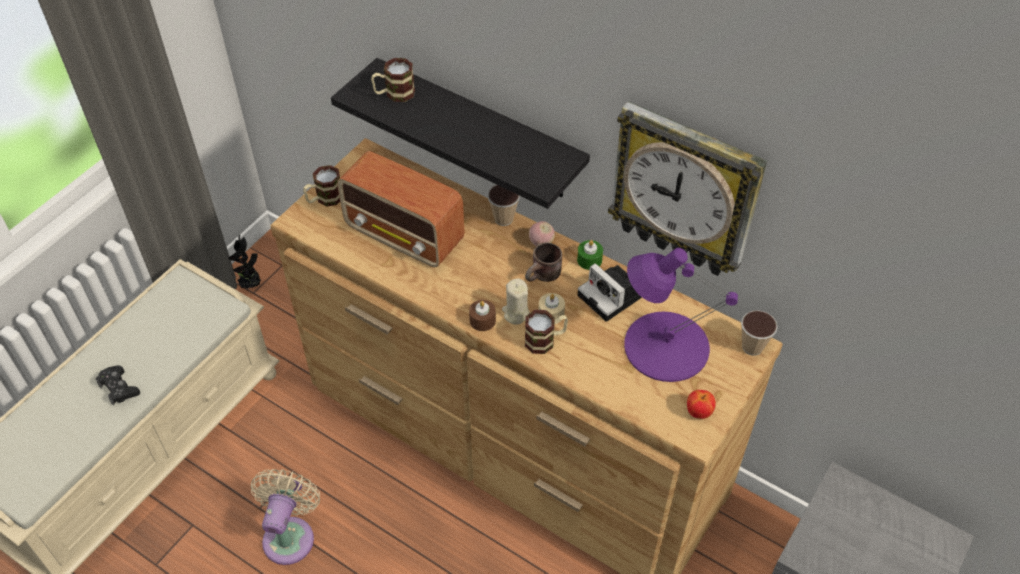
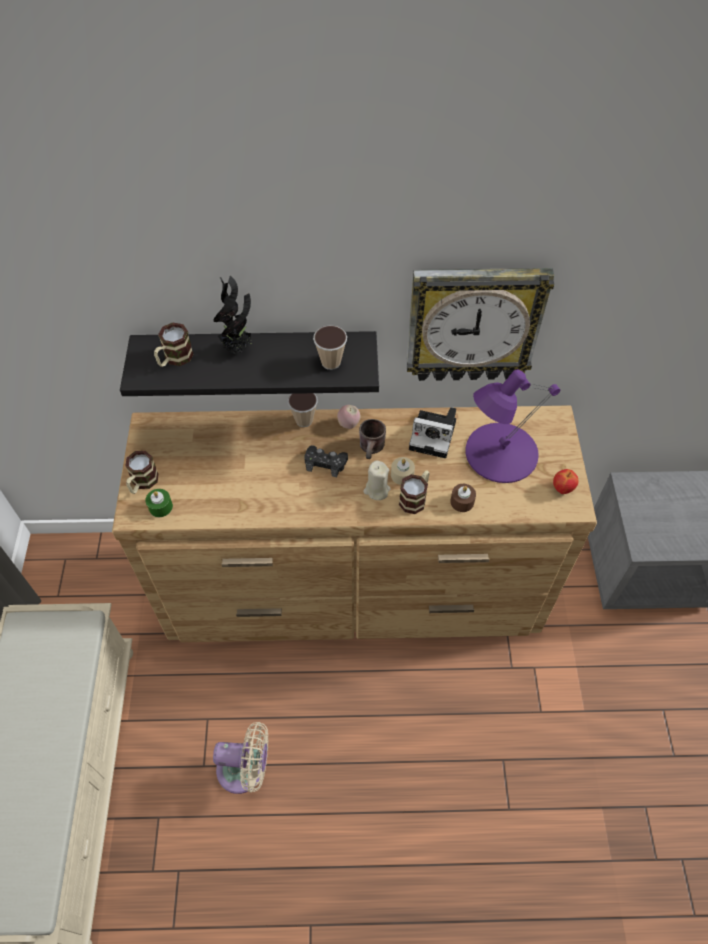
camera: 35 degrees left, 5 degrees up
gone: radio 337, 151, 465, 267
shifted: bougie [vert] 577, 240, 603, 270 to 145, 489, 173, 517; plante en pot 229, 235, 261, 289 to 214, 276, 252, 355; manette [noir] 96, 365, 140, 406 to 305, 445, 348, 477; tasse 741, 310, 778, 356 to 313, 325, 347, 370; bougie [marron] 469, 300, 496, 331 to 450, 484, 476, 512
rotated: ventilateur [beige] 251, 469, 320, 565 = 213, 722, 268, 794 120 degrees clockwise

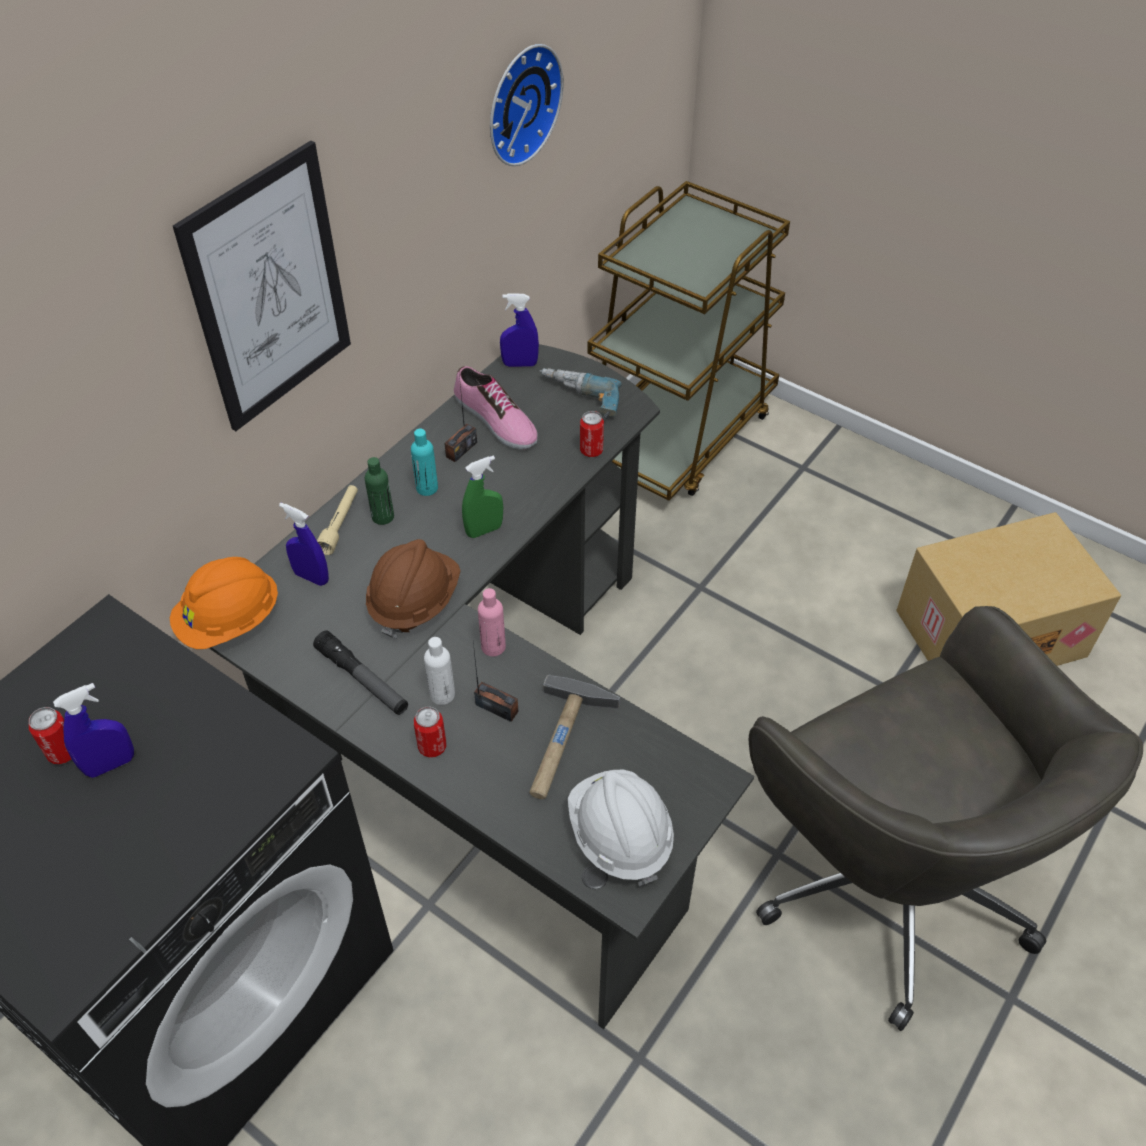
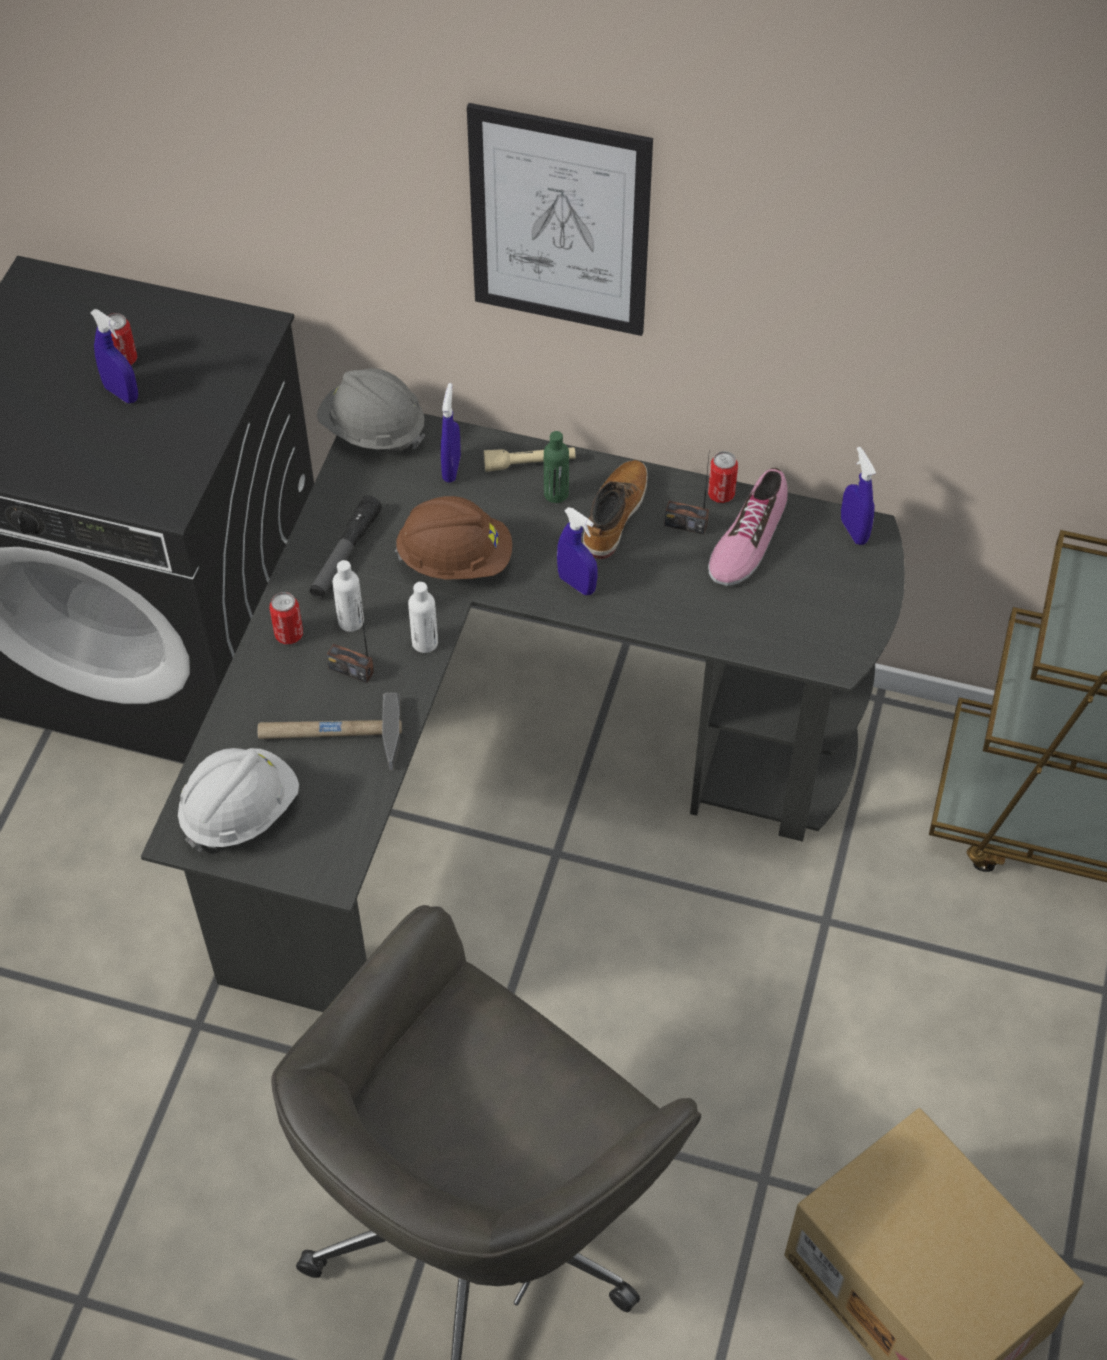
camera: 70 degrees right, 5 degrees up
gone: horloge murale 490, 44, 564, 166; perceuse 540, 368, 622, 420
shifted: boîte métallique 580, 411, 604, 457 to 708, 451, 738, 503
swapped: bouteille [turquoise] 411, 429, 438, 496 to botte 583, 460, 648, 559
repainted: casque de chantier [orange] 170, 557, 278, 649 to casque de chantier [gris] 317, 368, 425, 451; bouteille [rose] 478, 588, 506, 656 to bouteille [blanc] 408, 582, 438, 653; vaporisateur [vert] 462, 455, 503, 538 to vaporisateur [bleu] 557, 507, 598, 595
rotated: radio 473, 642, 518, 722 = 327, 601, 374, 683 105 degrees clockwise

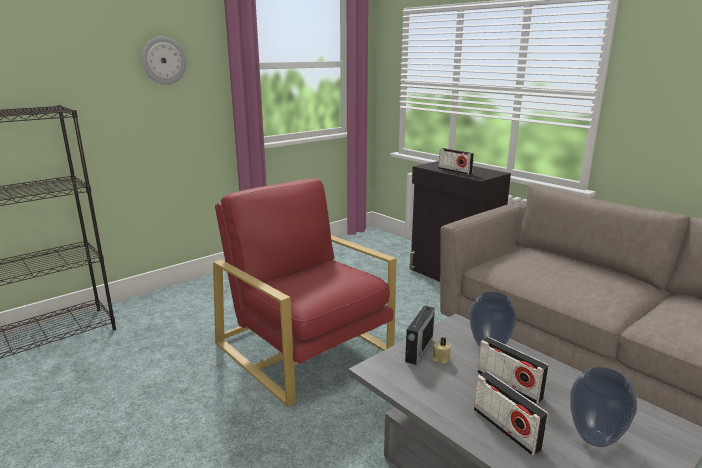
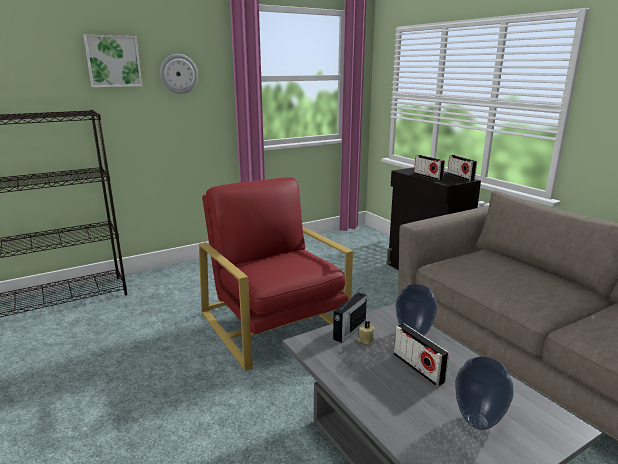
camera: 10 degrees right, 0 degrees up
new: tableau 83, 35, 142, 87
shifted: radio 474, 371, 548, 455 to 447, 155, 477, 181

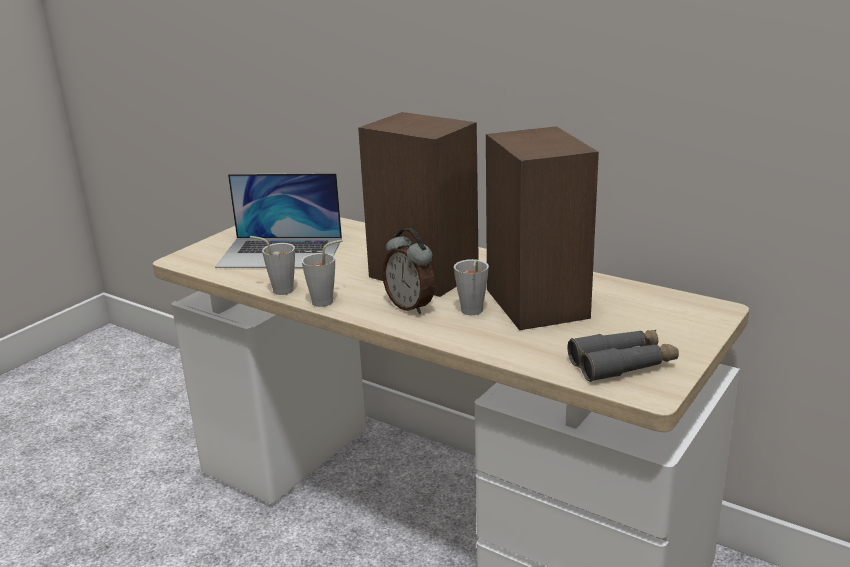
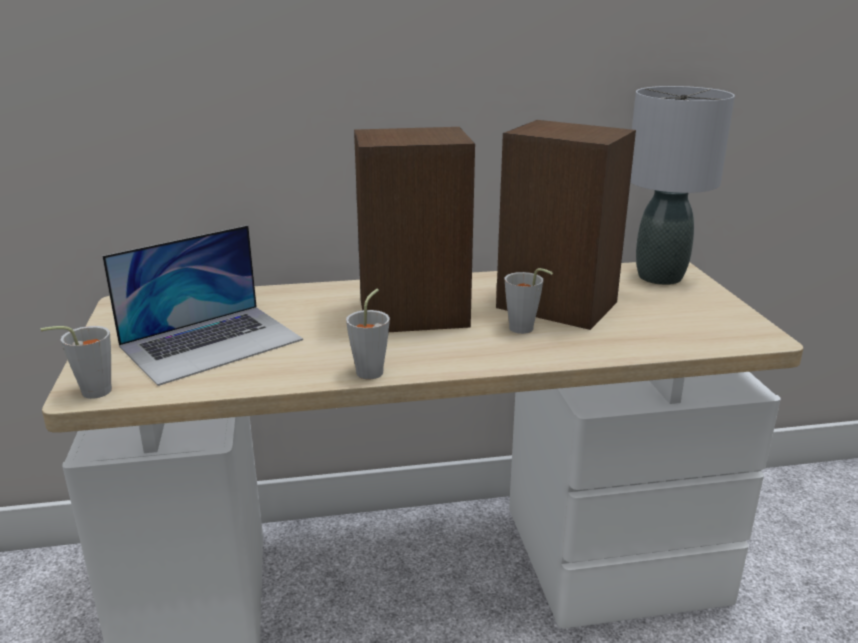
camera: 45 degrees left, 0 degrees up
gone: réveil 382, 228, 435, 314; jumelles [gris] 567, 330, 679, 382
new: lampe de table [gris] 630, 86, 735, 285
shifted: tasse [gris] 250, 236, 295, 295 to 40, 326, 112, 399

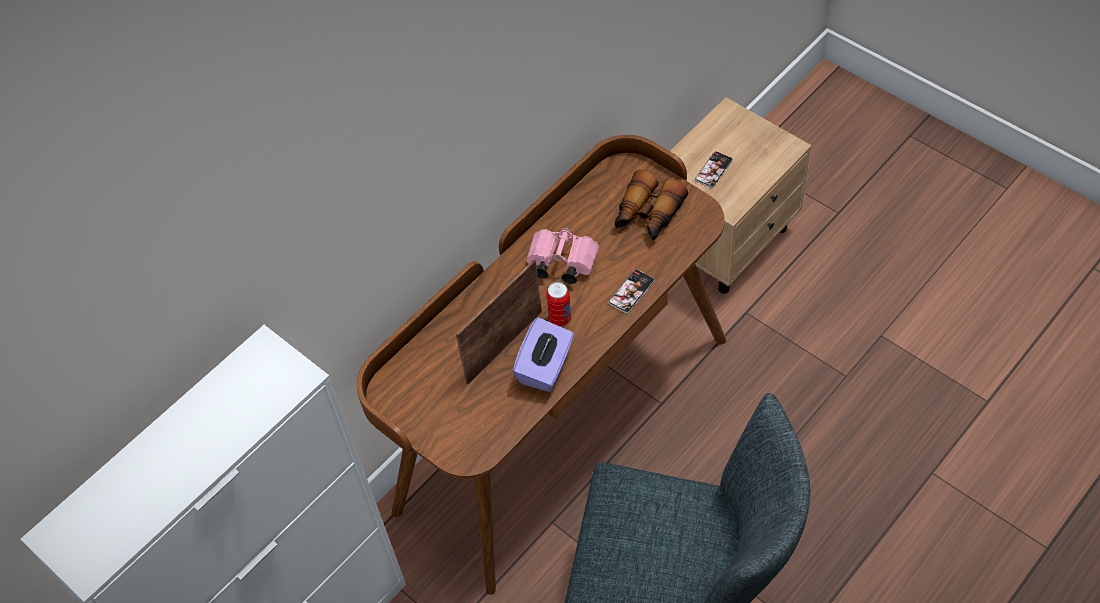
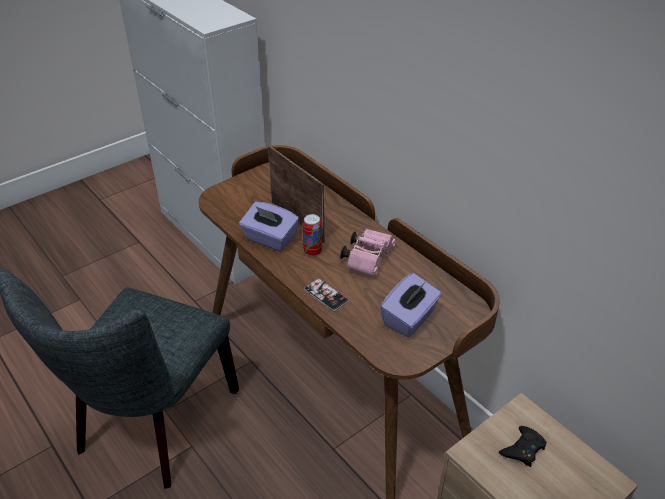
camera: 95 degrees right, 15 degrees down
swapped: jumelles 615, 170, 688, 240 to boîte à mouchoirs [violet] 380, 273, 442, 337; téléphone 695, 151, 733, 188 to manette [noir] 499, 426, 546, 467

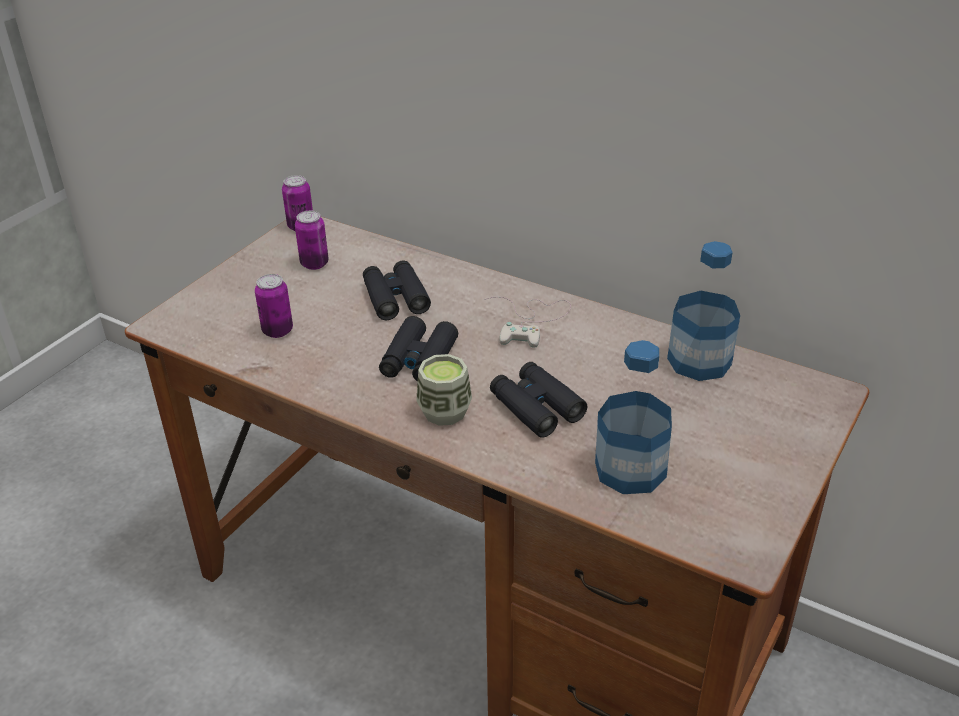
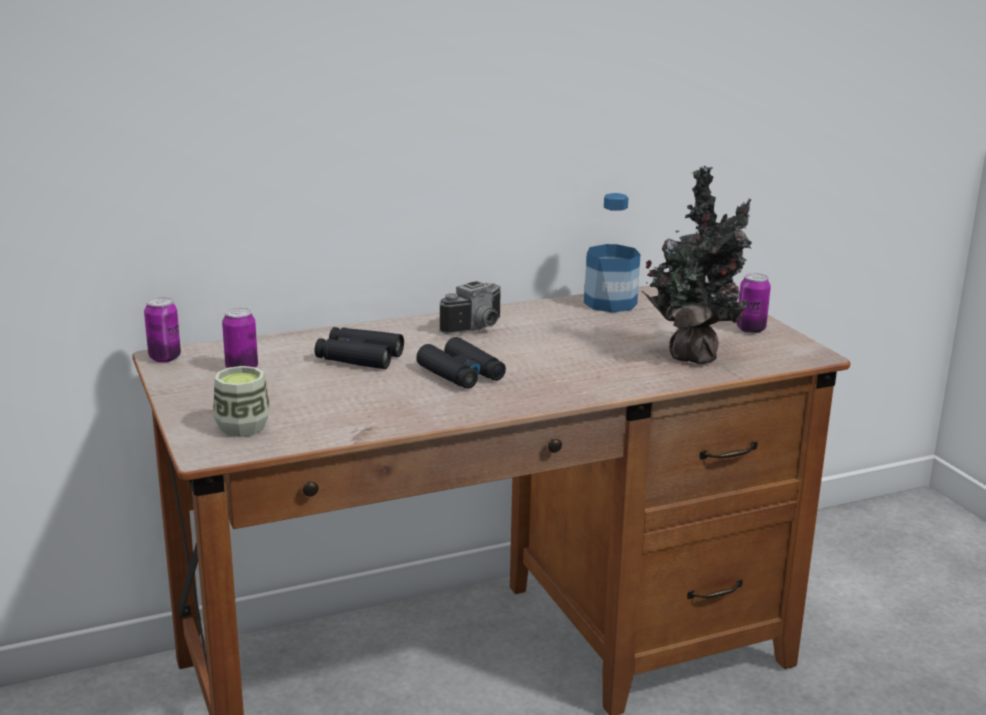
camera: 55 degrees left, 15 degrees down
gone: jumelles [noir] 490, 362, 587, 438
shifted: tasse 416, 354, 472, 426 to 213, 366, 270, 437; boîte métallique 255, 274, 293, 338 to 737, 273, 771, 333
swapped: manette [blanc] 484, 297, 571, 348 to appareil photo 439, 281, 501, 334; bouteille 595, 340, 672, 494 to plante en pot 641, 165, 752, 364

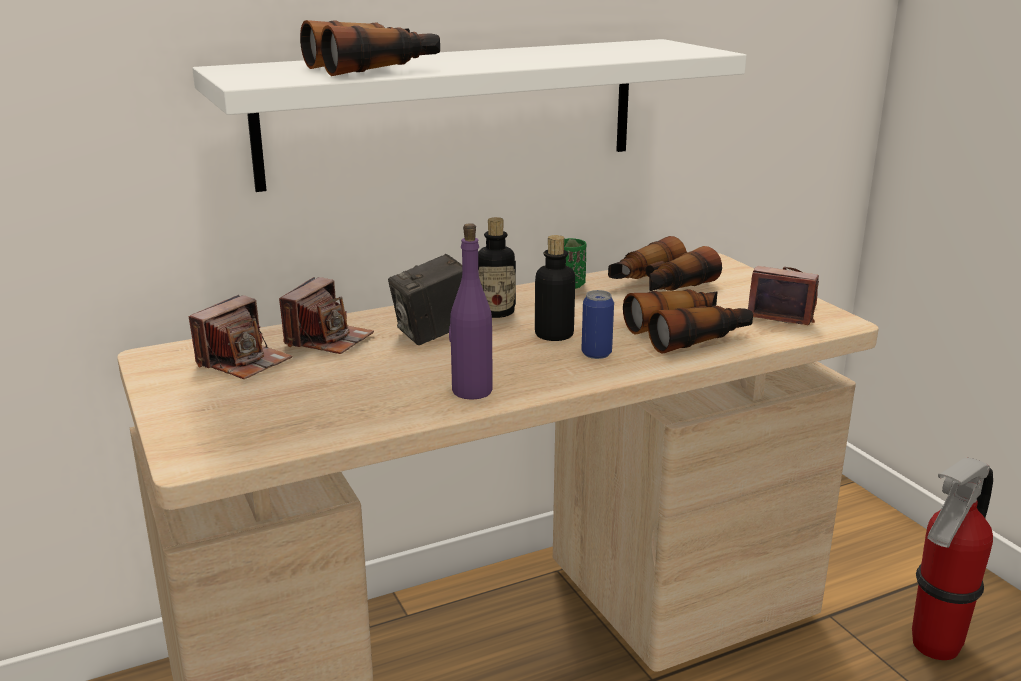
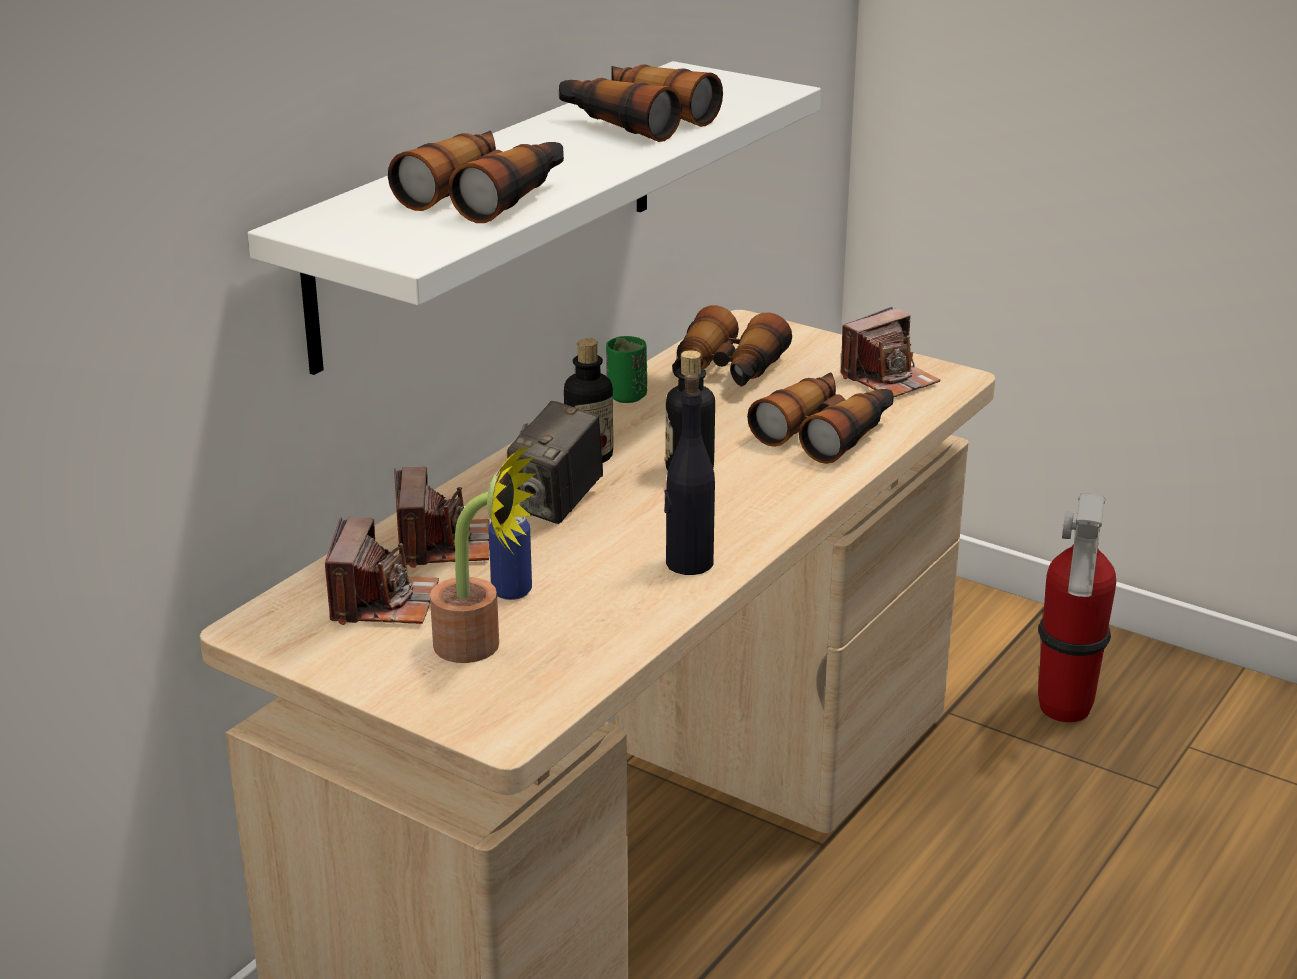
camera: 30 degrees left, 5 degrees up
new: plante en pot 430, 447, 536, 663; jumelles 559, 64, 723, 142
shifted: boîte métallique 582, 290, 614, 359 to 489, 516, 532, 600
repainted: bouteille [violet] 449, 223, 493, 400 to bouteille [noir] 664, 373, 715, 575
rotated: appareil photo 748, 266, 819, 325 = 840, 307, 941, 398 150 degrees clockwise

